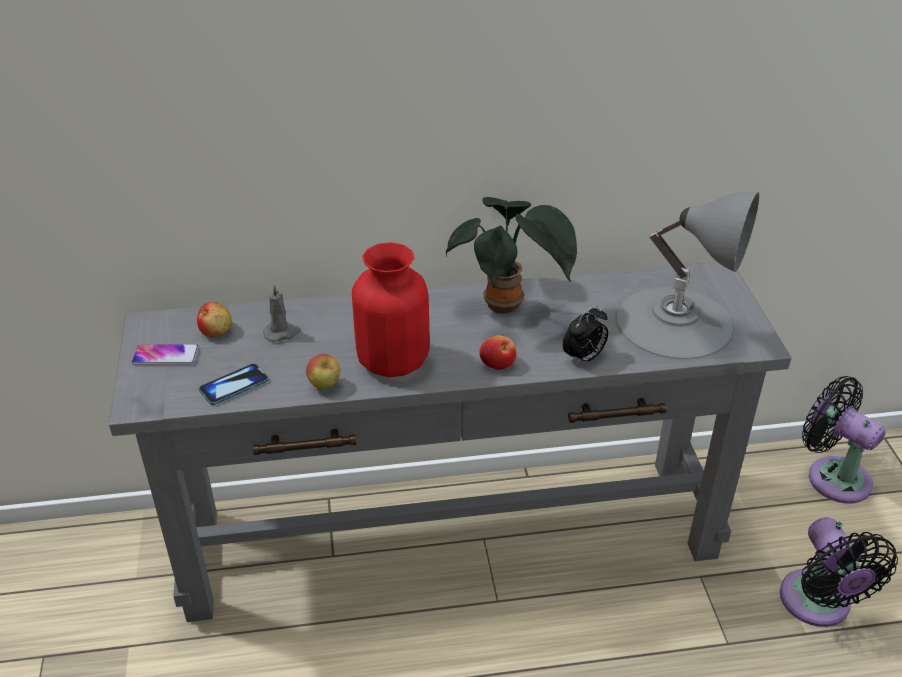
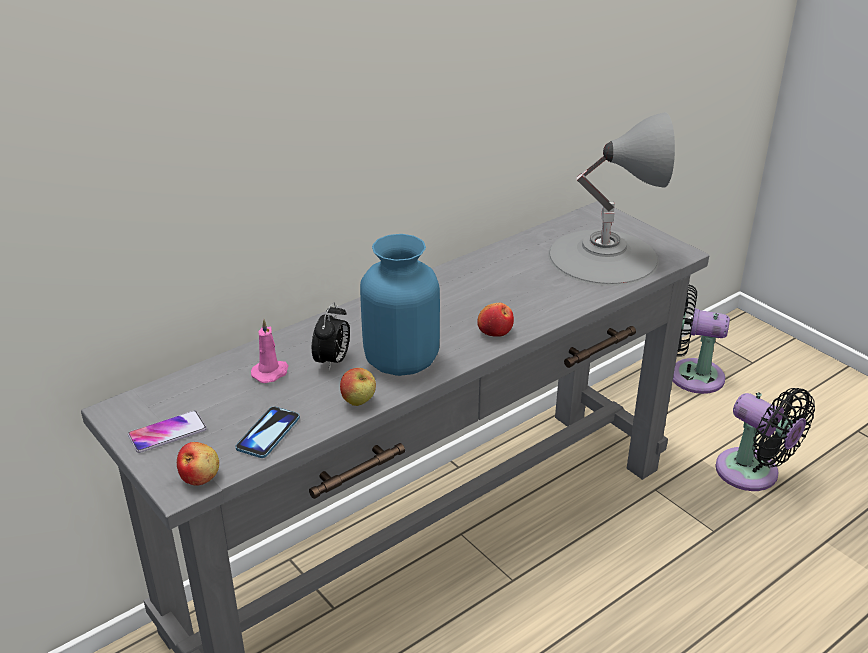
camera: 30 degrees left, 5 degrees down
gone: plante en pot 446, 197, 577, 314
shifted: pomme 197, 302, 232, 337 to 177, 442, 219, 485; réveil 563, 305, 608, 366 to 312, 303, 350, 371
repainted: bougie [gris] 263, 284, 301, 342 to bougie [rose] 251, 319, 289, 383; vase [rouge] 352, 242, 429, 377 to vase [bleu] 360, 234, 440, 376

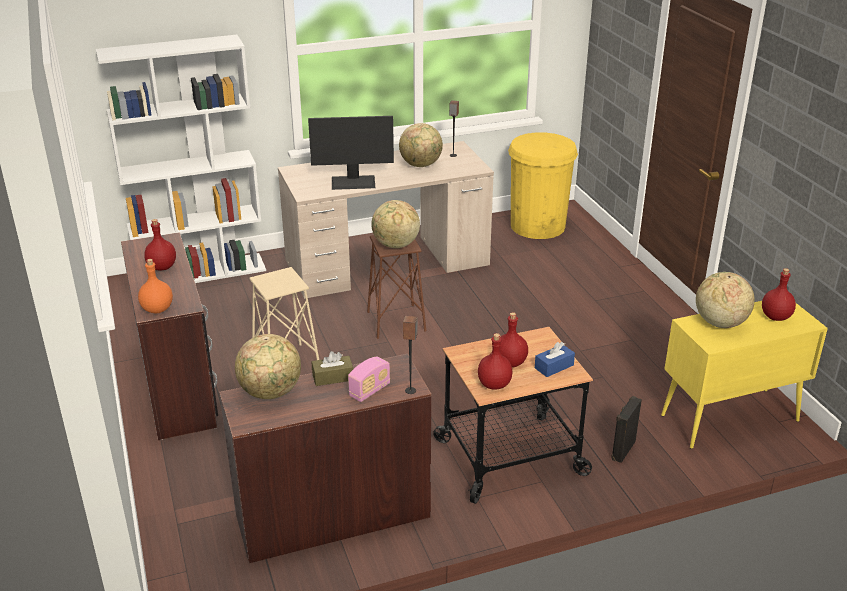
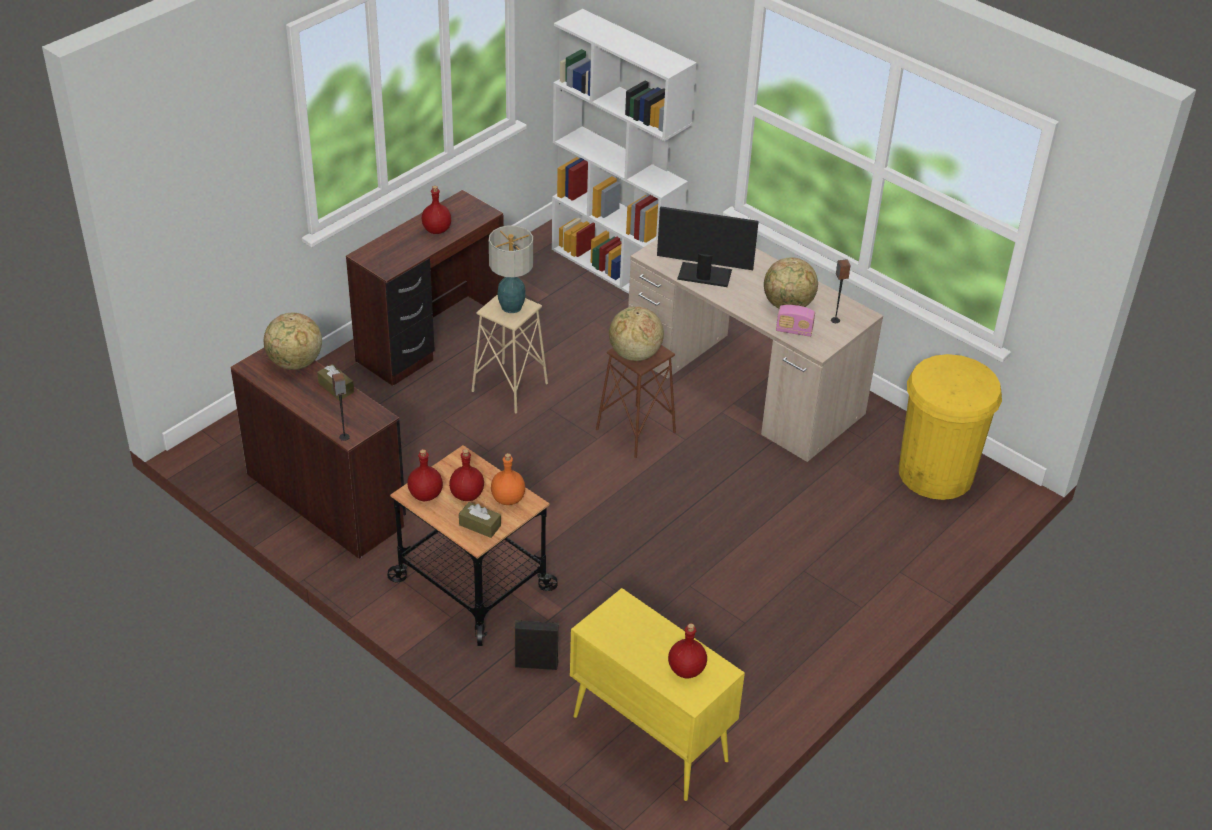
camera: 60 degrees right, 10 degrees up
gone: globe 696, 272, 755, 328
new: lampe de table 489, 225, 533, 313
shifted: bouteille [orange] 138, 259, 173, 313 to 491, 453, 525, 505; radio 348, 356, 390, 402 to 776, 305, 815, 337
repainted: boîte à mouchoirs [bleu] 535, 342, 575, 377 to boîte à mouchoirs [marron] 459, 502, 501, 538
rotated: écran d'ordinateur 308, 116, 394, 190 = 657, 206, 759, 287 135 degrees clockwise

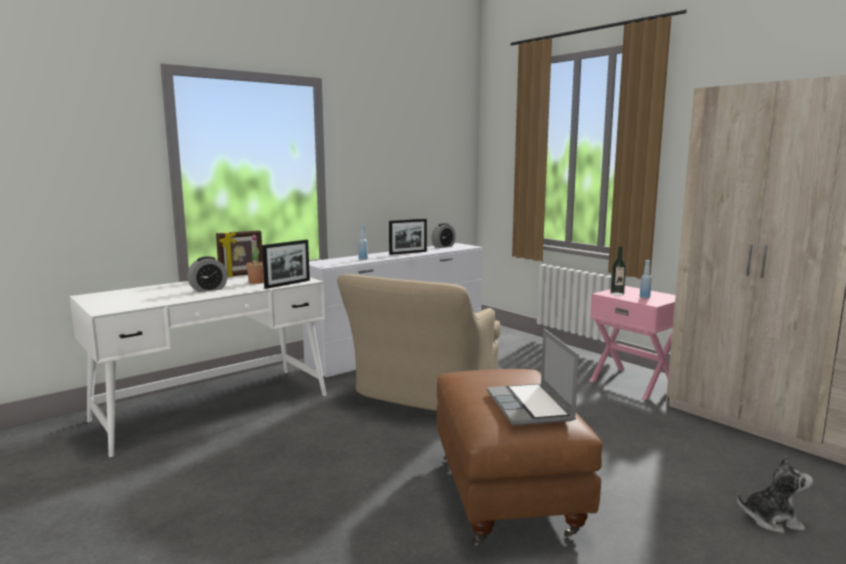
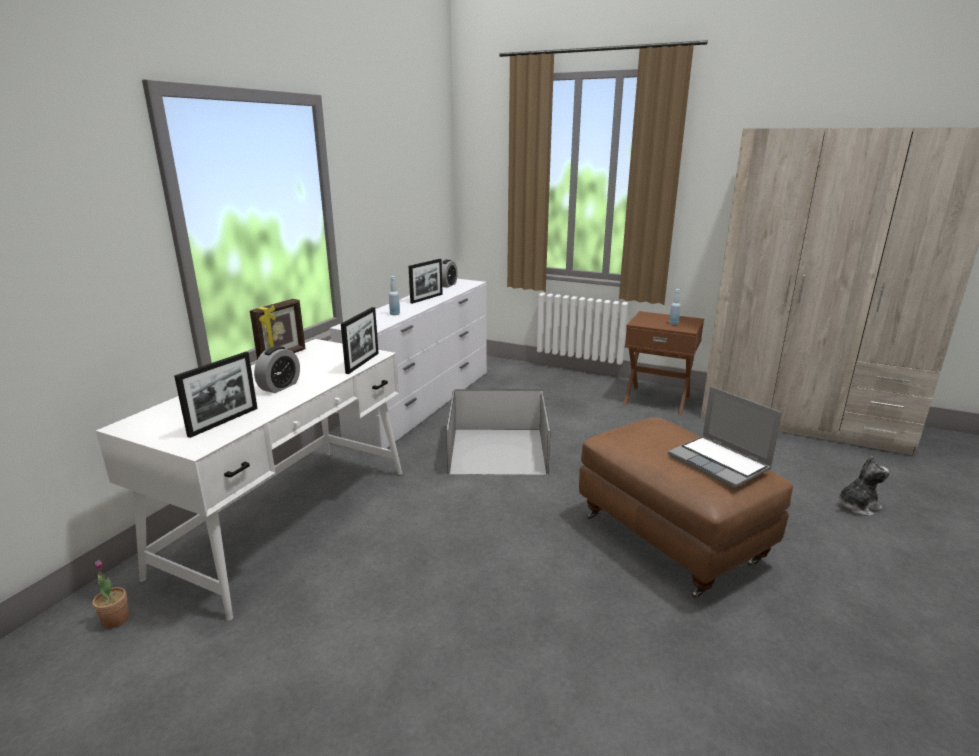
camera: 25 degrees left, 10 degrees up
gone: bouteille 610, 246, 626, 296
new: cadre photo 174, 352, 258, 438
shifted: plante en pot 246, 235, 264, 284 to 92, 560, 129, 628
swapped: fauteuil [beige] 337, 274, 501, 411 to boîte de rangement [noir] 446, 389, 550, 475
repainted: table de chevet [rose] 590, 286, 676, 400 to table de chevet [marron] 623, 311, 704, 416

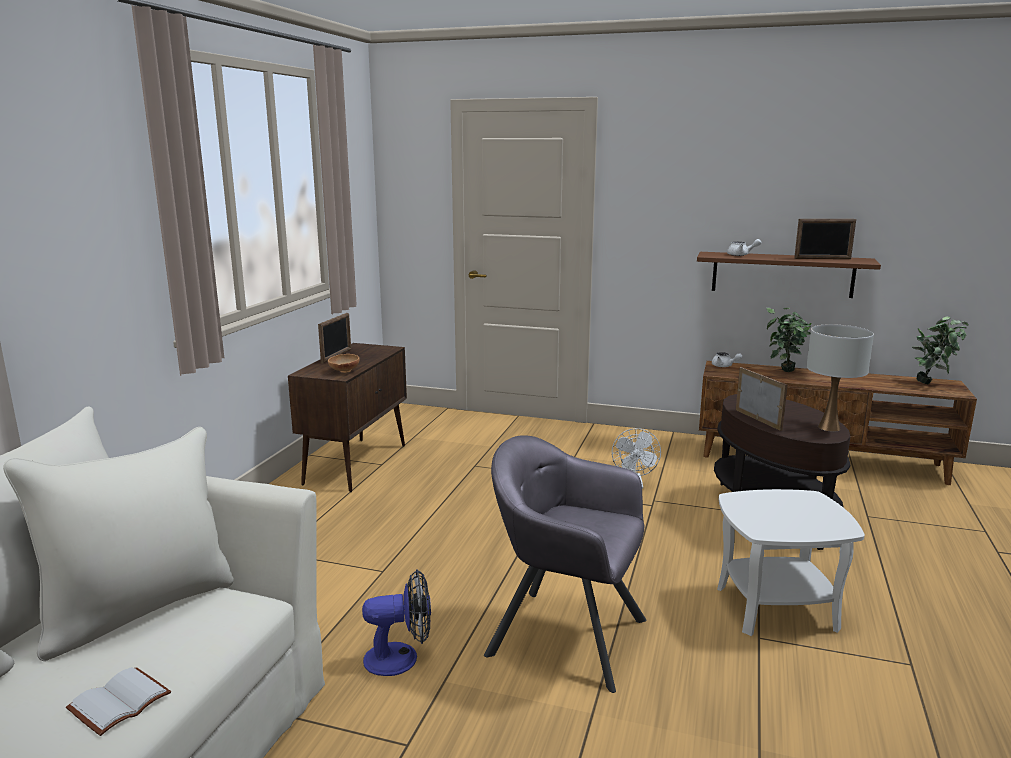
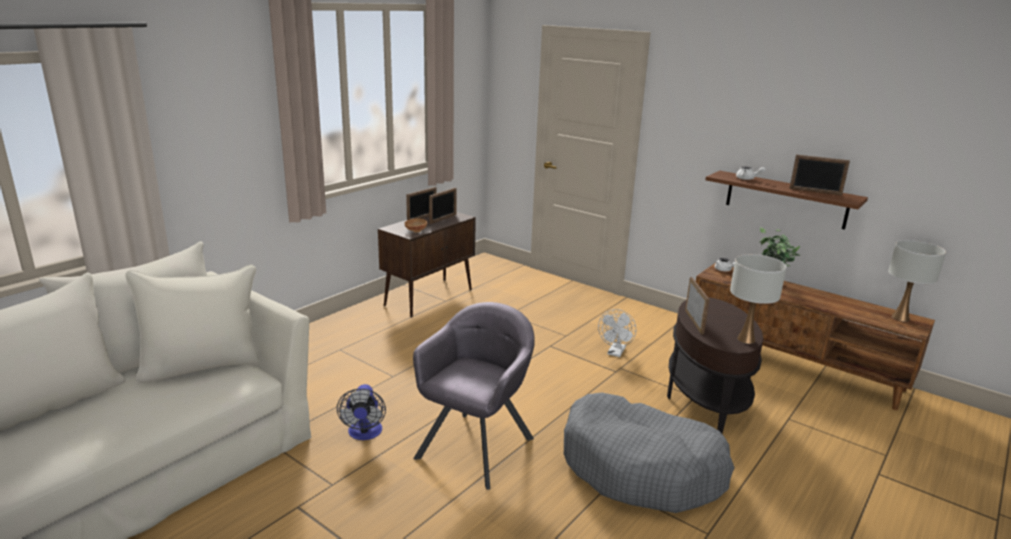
camera: 20 degrees right, 5 degrees up
gone: livre [blanc] 66, 667, 171, 736
new: cadre photo 429, 188, 457, 224
swapped: table d'appoint [blanc] 717, 489, 865, 636 to panier pour chien [gris] 564, 392, 735, 513; plante en pot 912, 316, 969, 384 to lampe de table [blanc] 888, 240, 946, 322
rotated: ventilateur 362, 569, 431, 676 = 337, 384, 386, 440 75 degrees clockwise; fauteuil [gris] 484, 435, 646, 693 = 413, 302, 535, 490 75 degrees clockwise

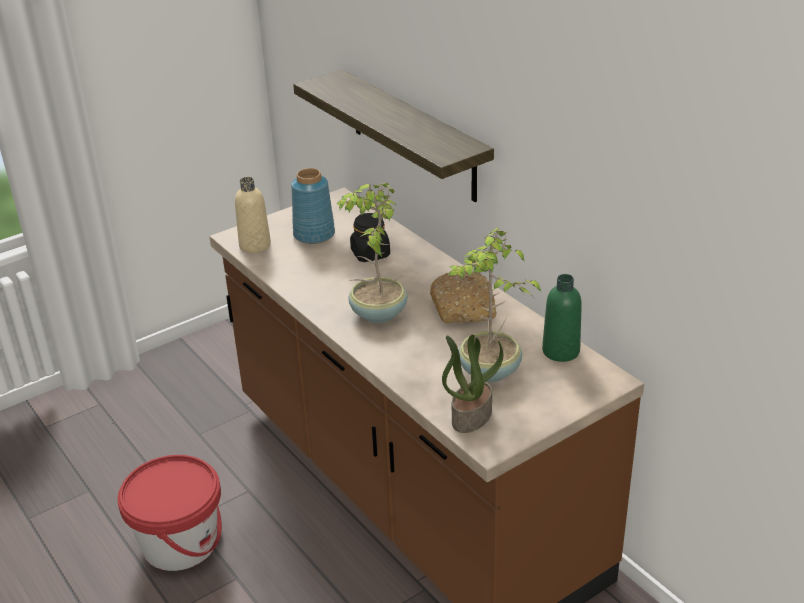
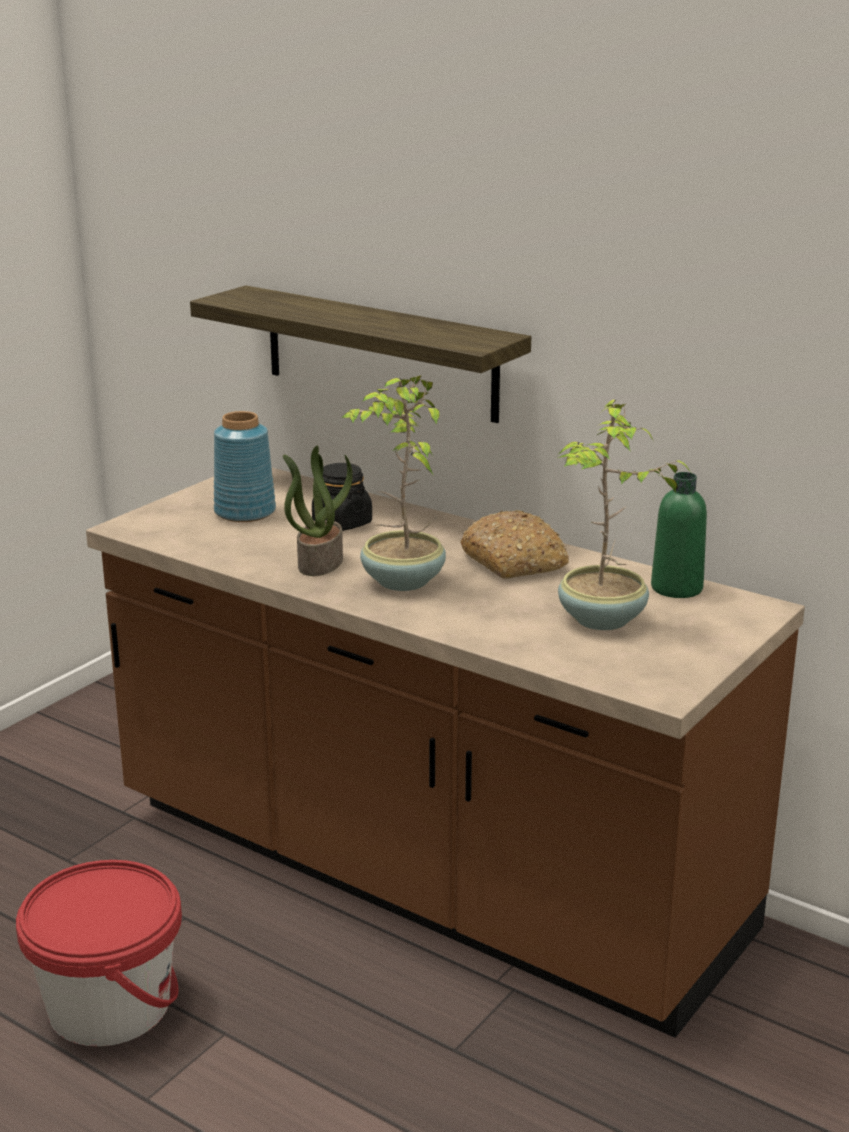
camera: 20 degrees left, 10 degrees down
gone: bouteille [beige] 235, 177, 271, 253
shifted: plante en pot 442, 334, 503, 433 to 283, 446, 353, 576

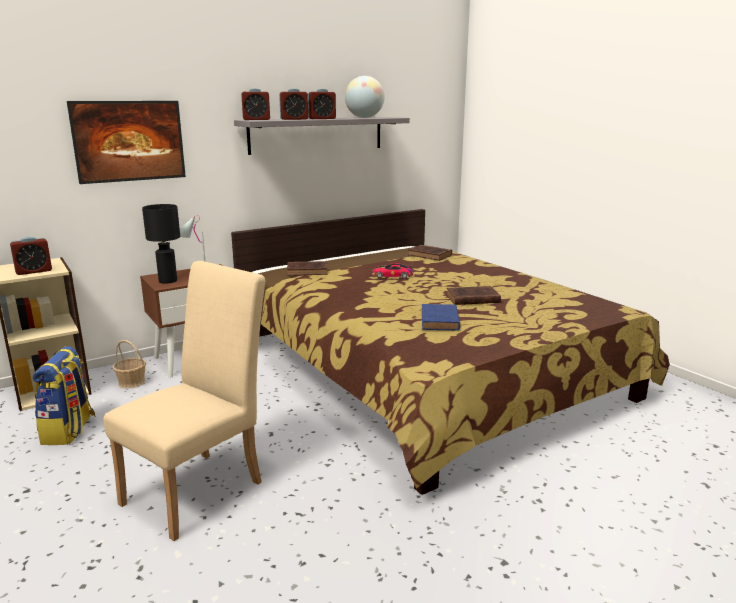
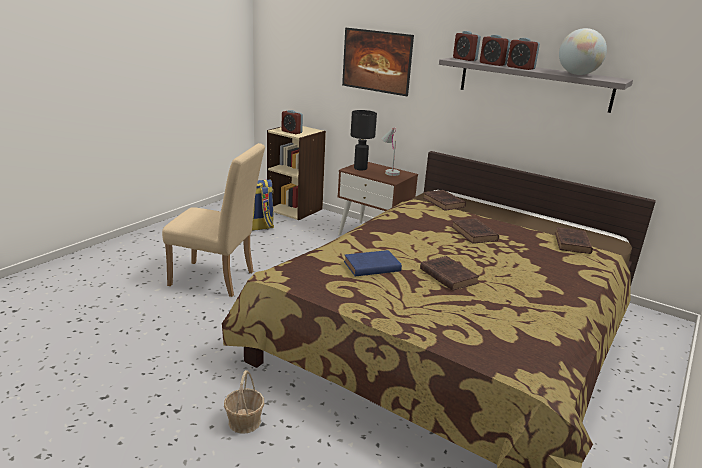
camera: 65 degrees right, 5 degrees up
shifted: panier 113, 340, 146, 389 to 224, 370, 264, 434
swapped: petite voiture 372, 263, 413, 279 to livre [marron] 451, 218, 499, 244

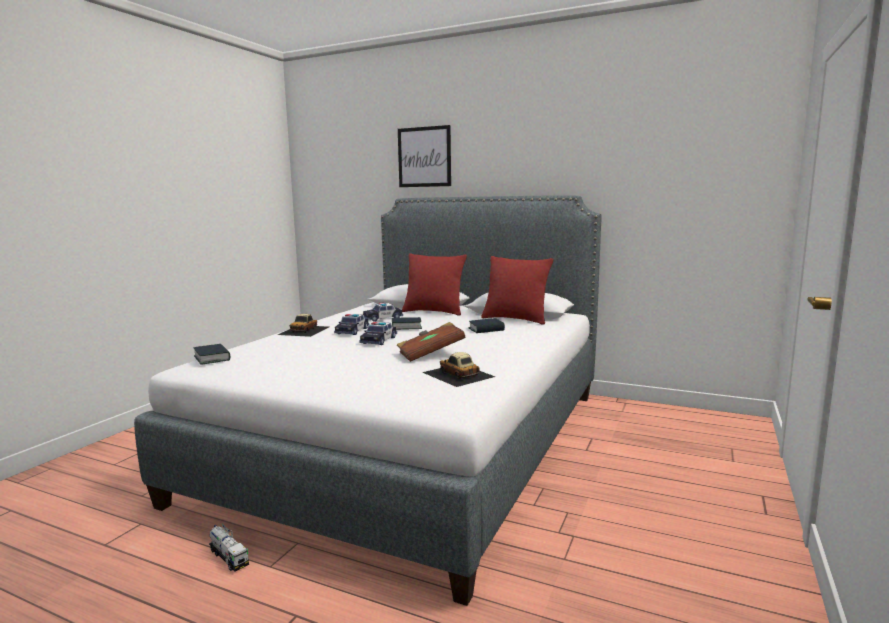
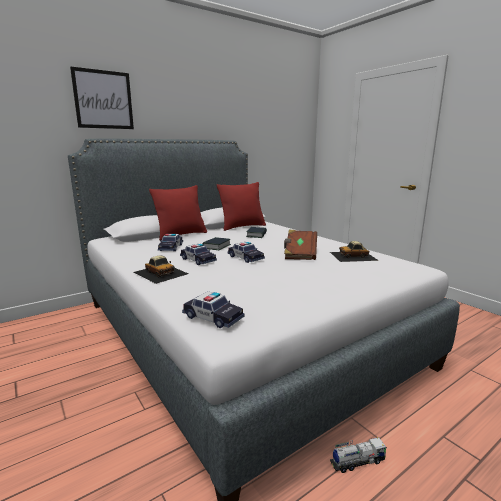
camera: 60 degrees left, 5 degrees up
swapped: livre 193, 344, 230, 365 to petite voiture 182, 291, 244, 328

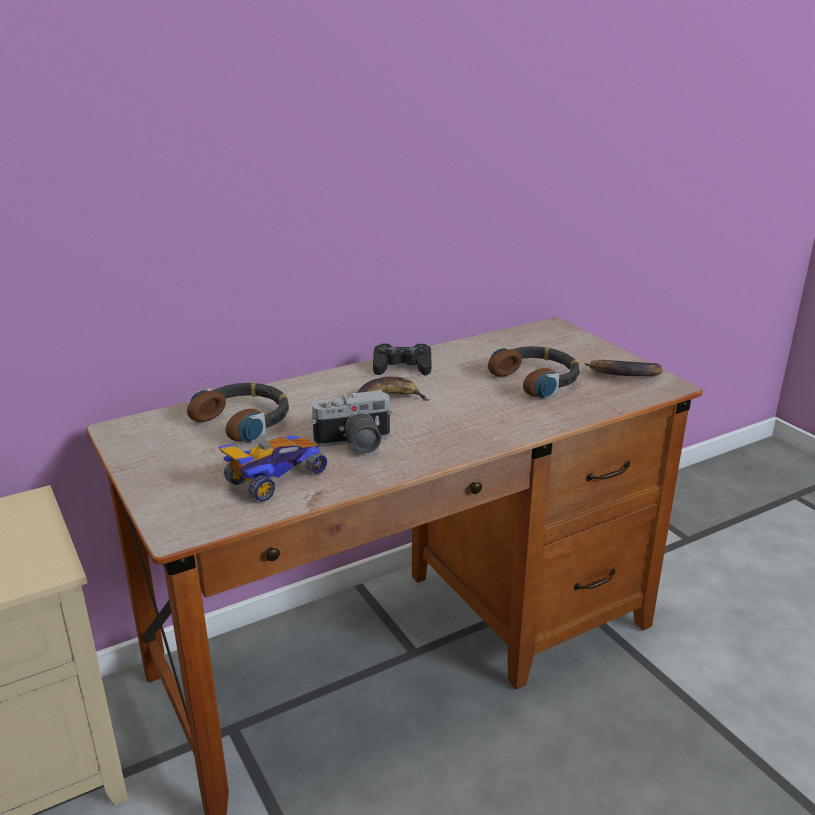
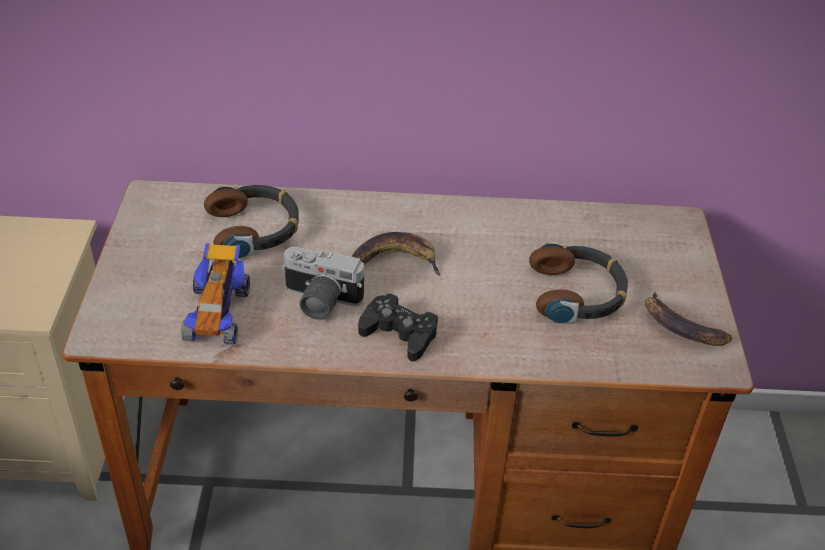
camera: 30 degrees right, 15 degrees up
shifted: manette [noir] 373, 344, 431, 375 to 358, 293, 438, 361
rotated: petite voiture 218, 435, 327, 502 = 181, 243, 250, 345 105 degrees clockwise

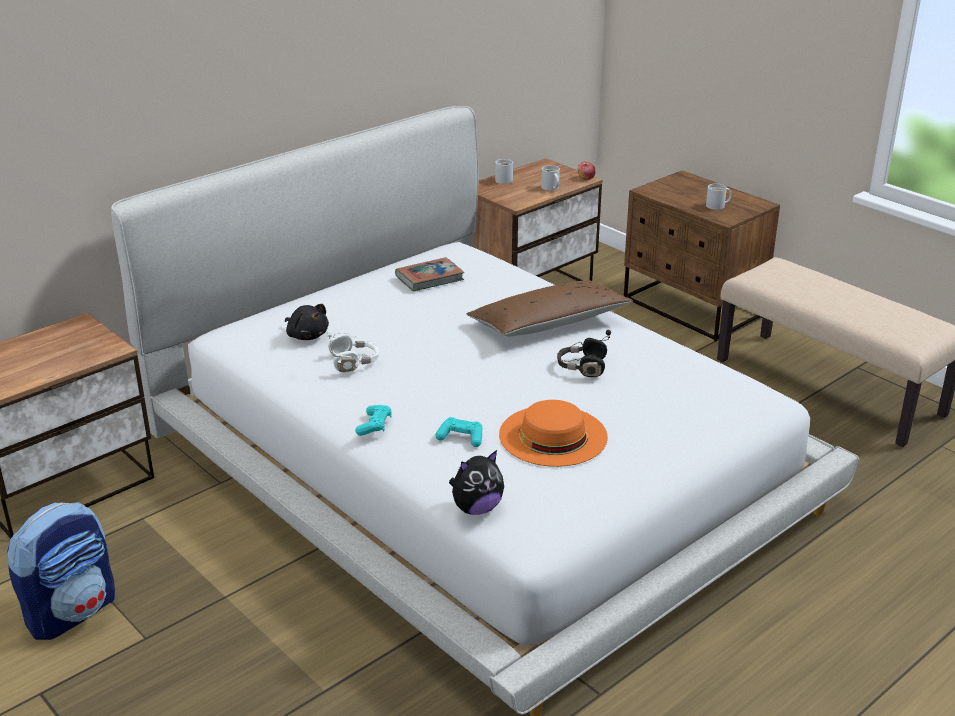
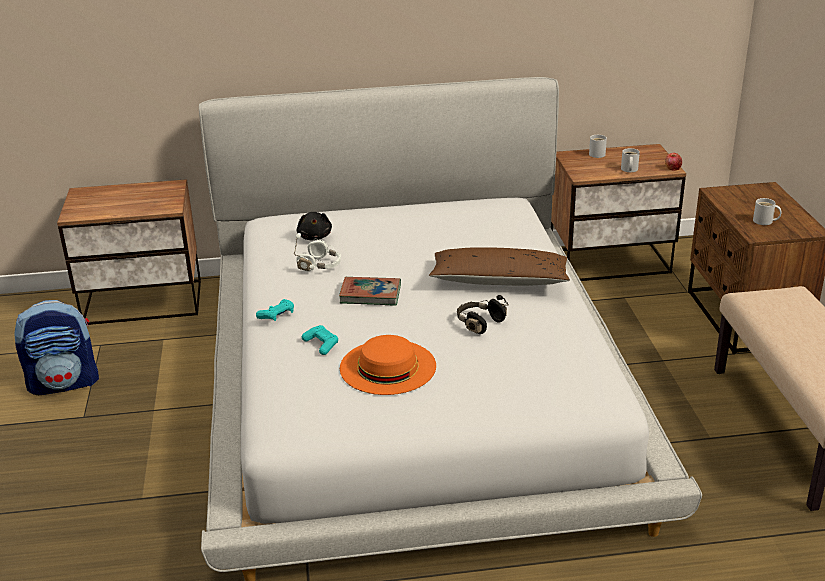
camera: 35 degrees right, 0 degrees up
gone: peluche 449, 450, 504, 515
shifted: livre 395, 257, 464, 292 to 339, 277, 401, 306

